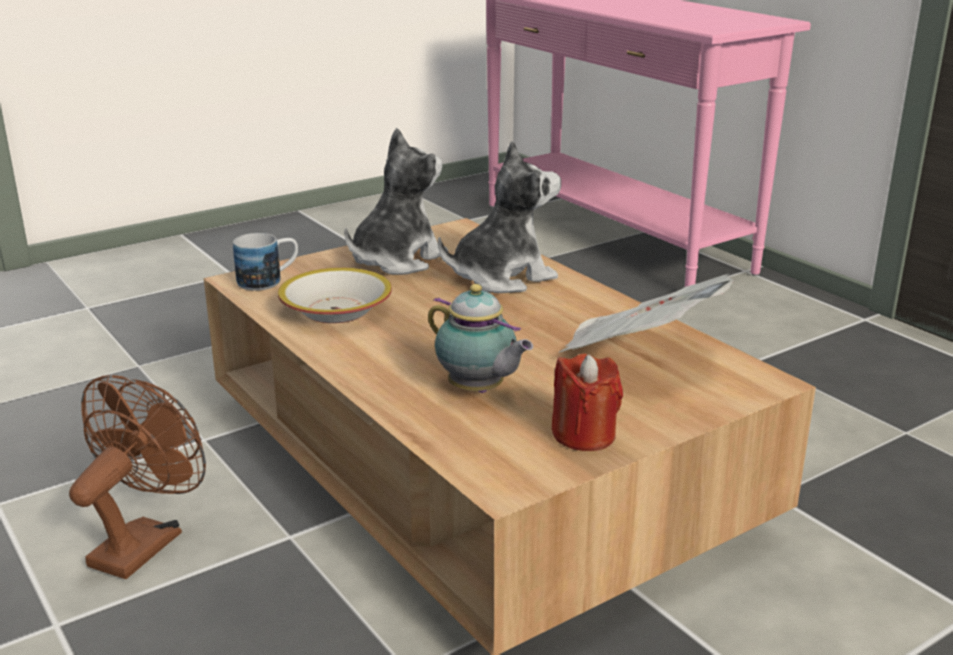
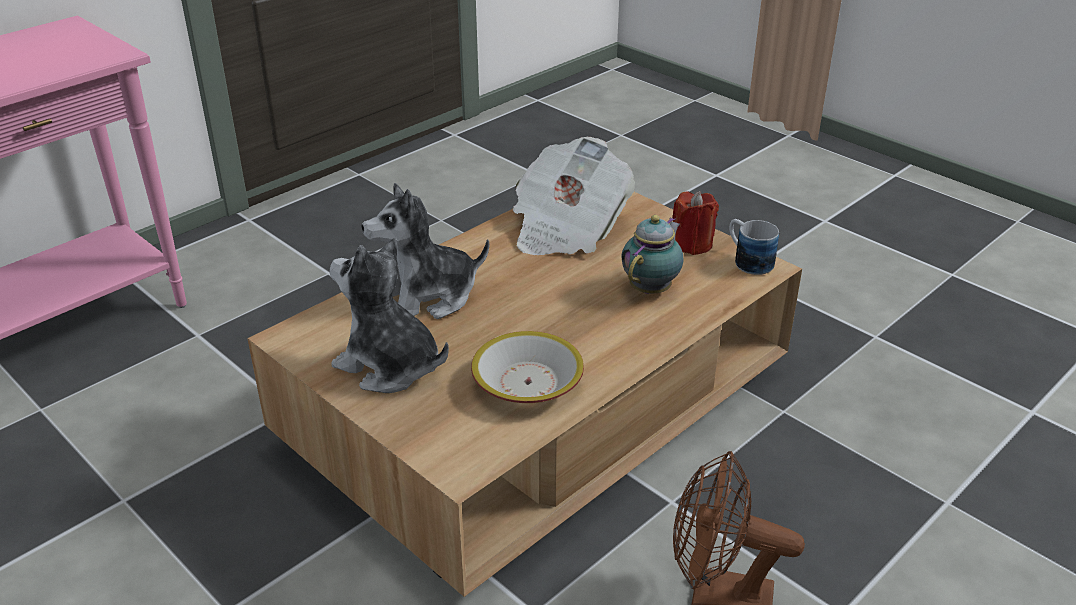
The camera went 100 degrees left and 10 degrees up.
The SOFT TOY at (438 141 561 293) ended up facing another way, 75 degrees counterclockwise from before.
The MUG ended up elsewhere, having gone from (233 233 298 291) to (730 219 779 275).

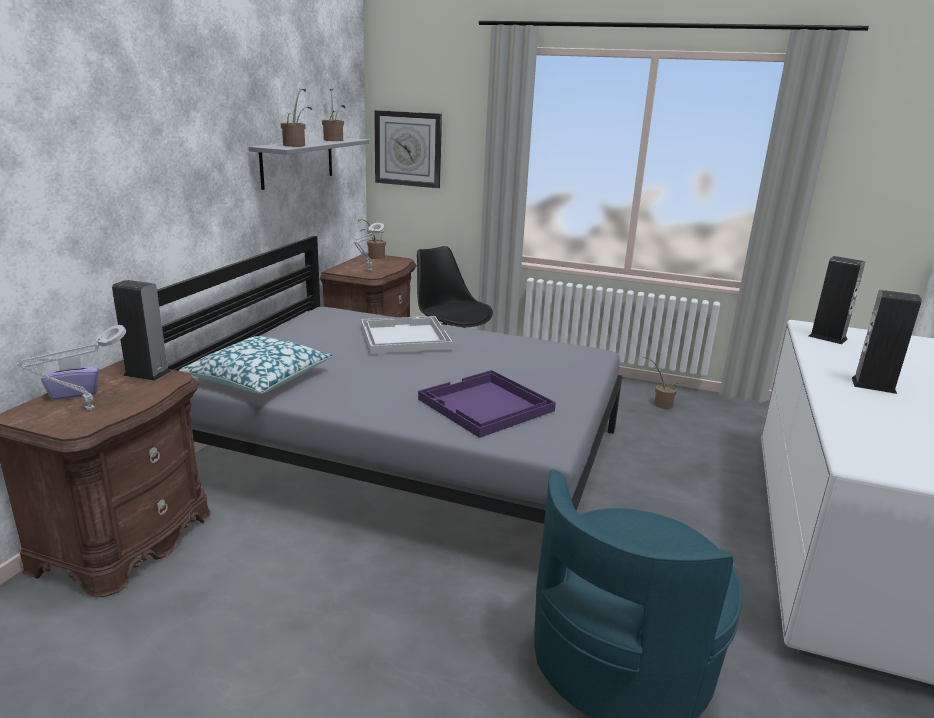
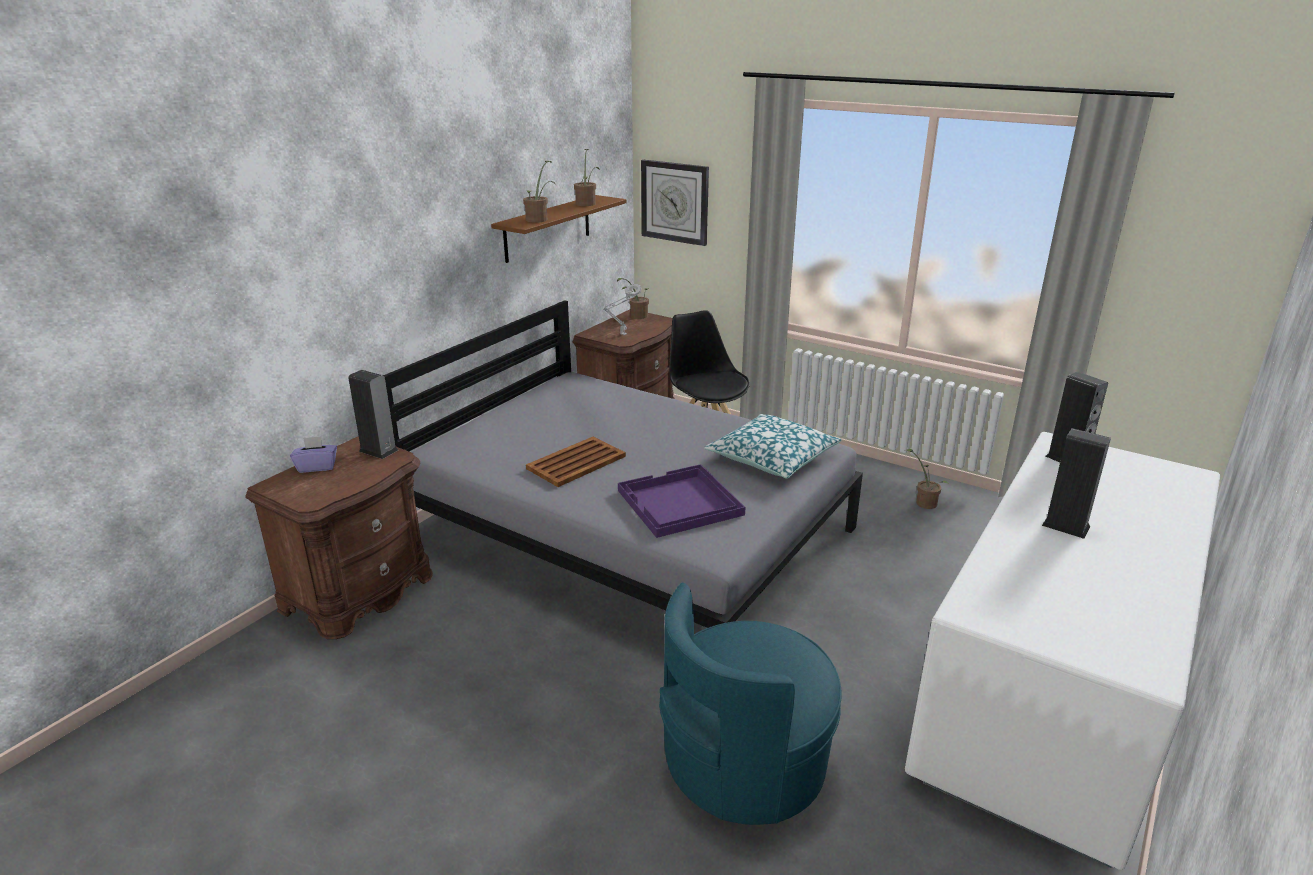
The camera went 15 degrees right and 5 degrees up.
What was the GREY SHELF at (249 138 370 190) turned into the BROWN SHELF at (491 195 627 263).
The second view lost the WHITE-COLOURED CARRYING TRAY at (361 316 452 354).
The second view lost the GREY TABLE LAMP at (18 325 126 410).
The THROW PILLOW ended up elsewhere, having gone from (179 336 333 394) to (704 414 842 479).
The second view gained the BROWN CARRYING TRAY at (526 436 626 487).

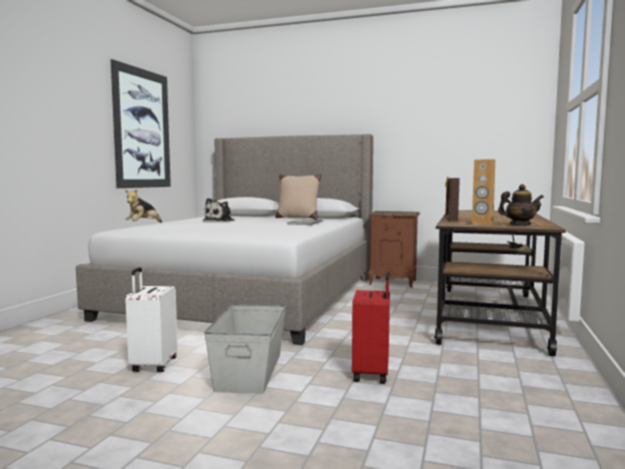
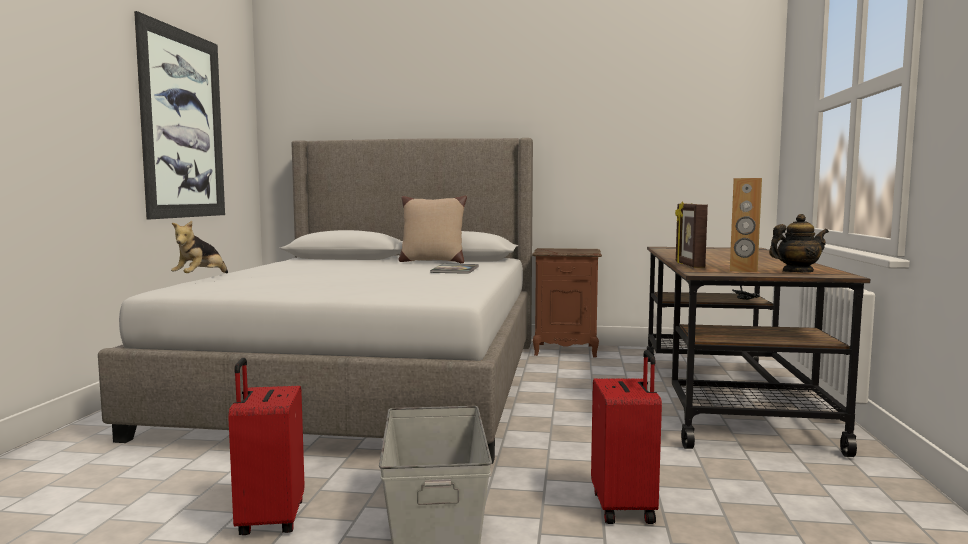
The camera went 10 degrees left and 0 degrees up.
The second view lost the SOFT TOY at (203 198 235 221).
What was the WHITE-COLOURED TRAVEL CASE at (125 267 178 372) turned into the REDDISH TRAVEL CASE at (228 358 305 535).

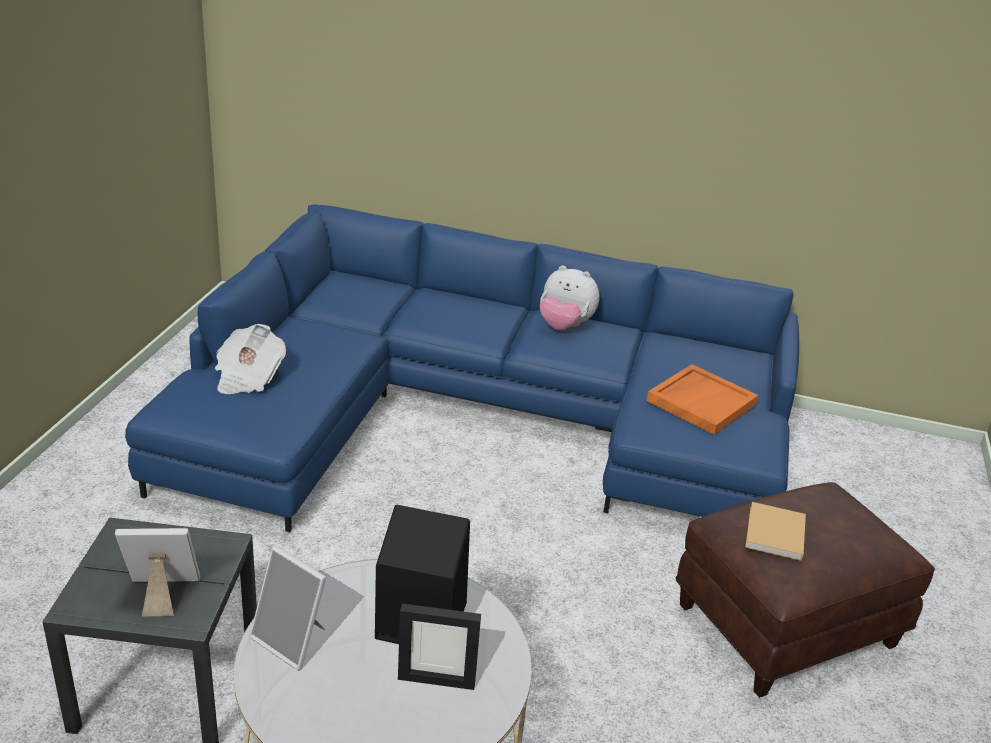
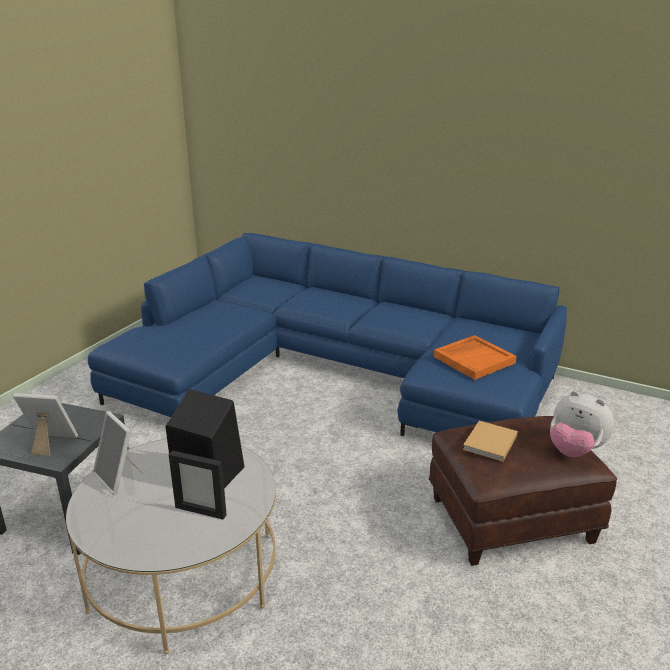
The camera went 15 degrees right and 5 degrees down.
The SOFT TOY ended up elsewhere, having gone from (540 265 599 330) to (550 391 614 457).
The second view lost the NEWSPAPER at (215 324 286 394).

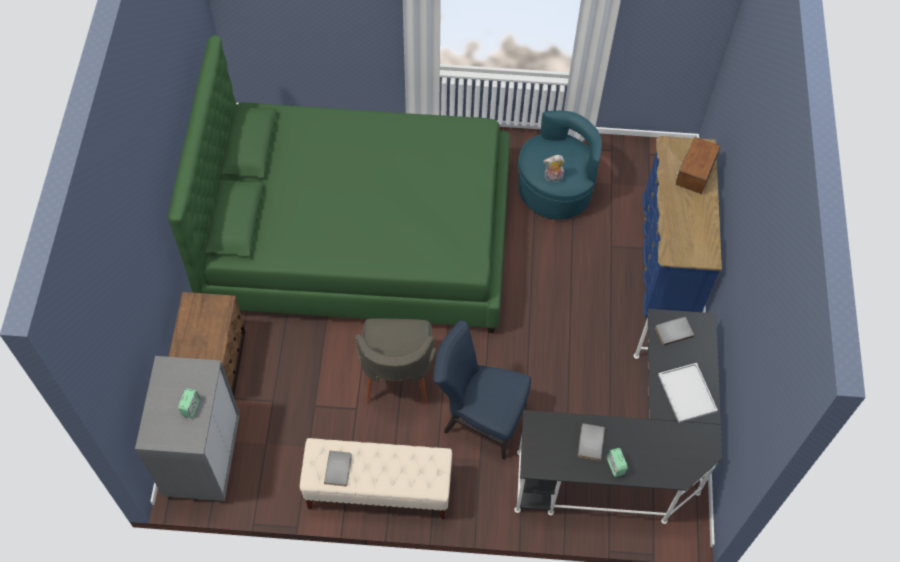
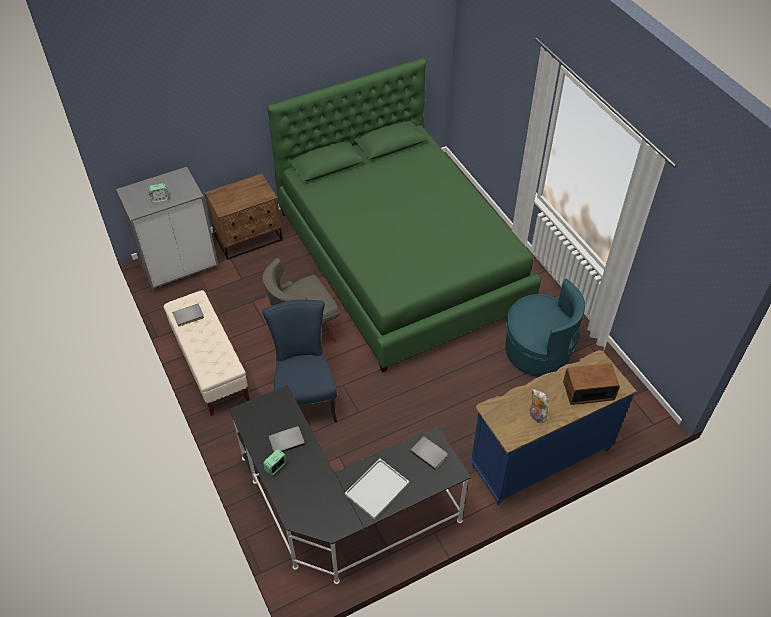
The camera went 60 degrees right and 10 degrees down.
The SOFT TOY ended up elsewhere, having gone from (543 155 565 182) to (530 389 548 423).

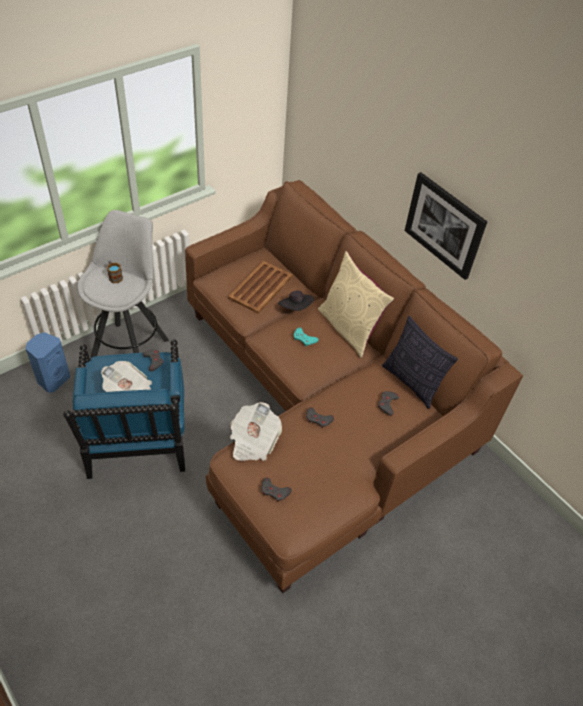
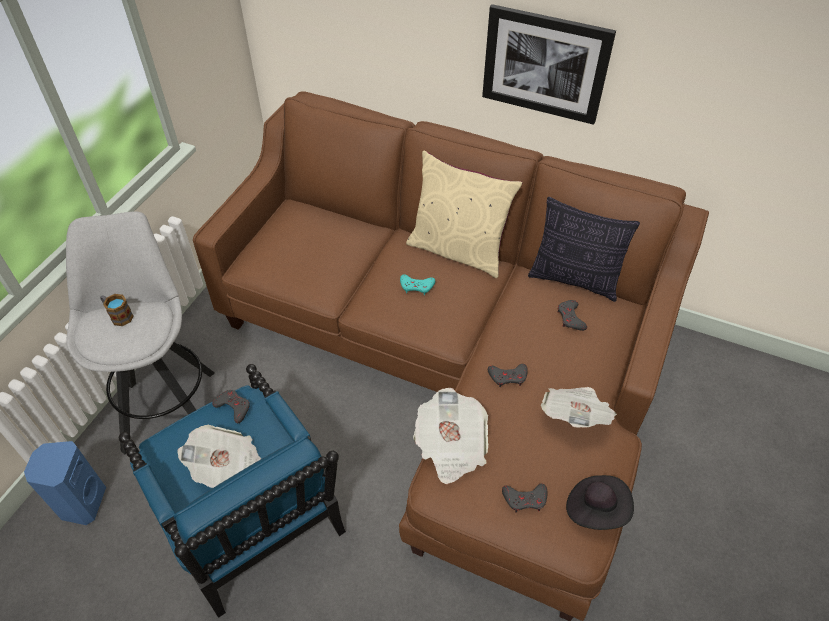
The camera went 25 degrees left and 0 degrees up.
The second view lost the BROWN CARRYING TRAY at (228 261 293 314).
The BLACK HAT ended up elsewhere, having gone from (278 290 314 311) to (566 475 634 530).
The second view gained the NEWSPAPER at (541 387 617 428).

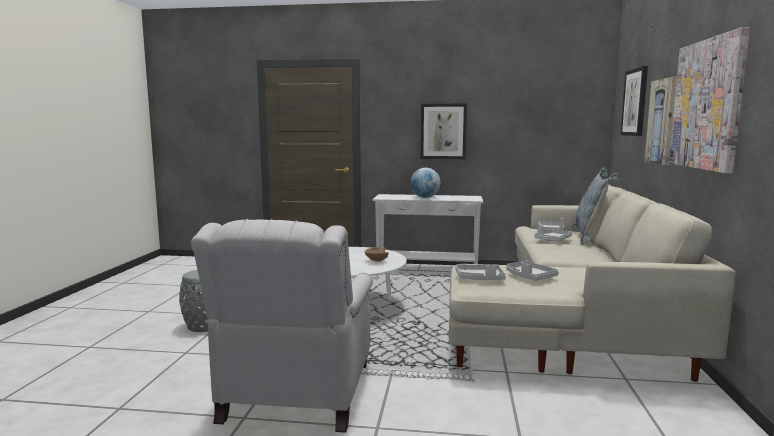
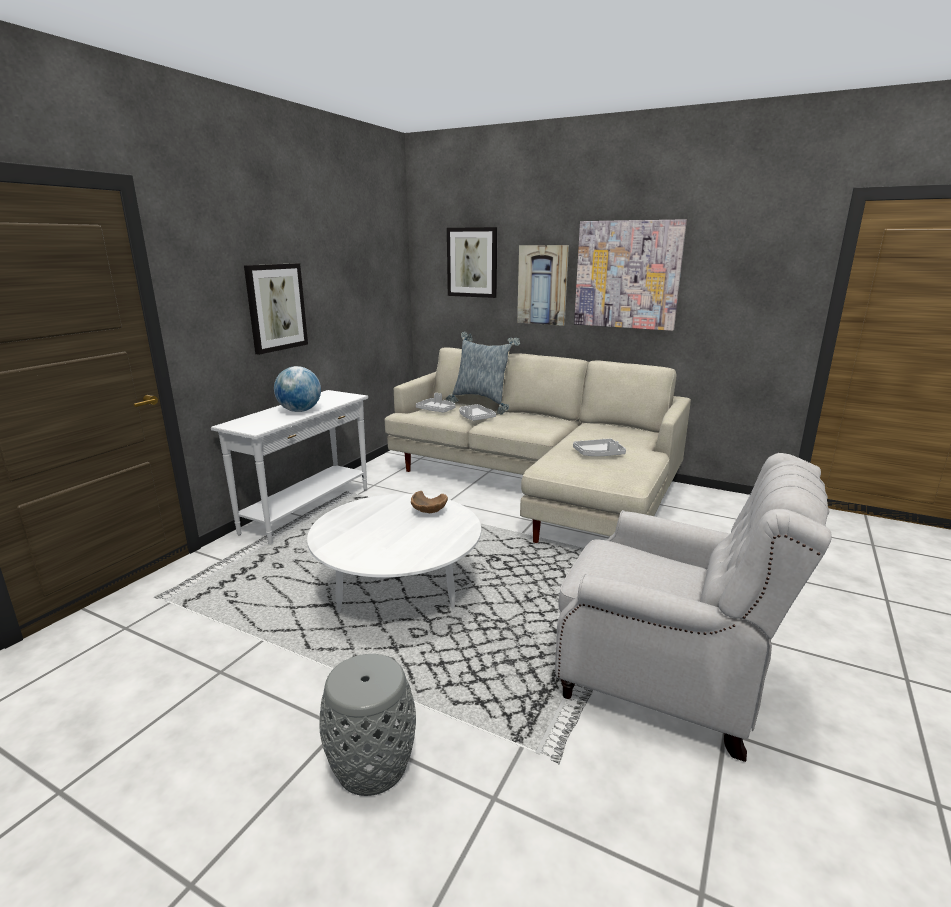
The camera went 70 degrees left and 10 degrees up.
The second view lost the GREY CARRYING TRAY at (456 264 506 280).

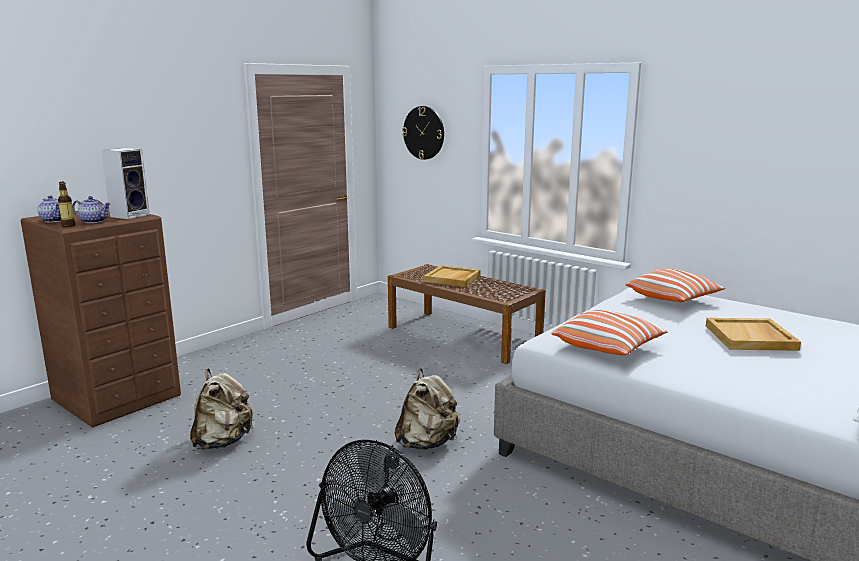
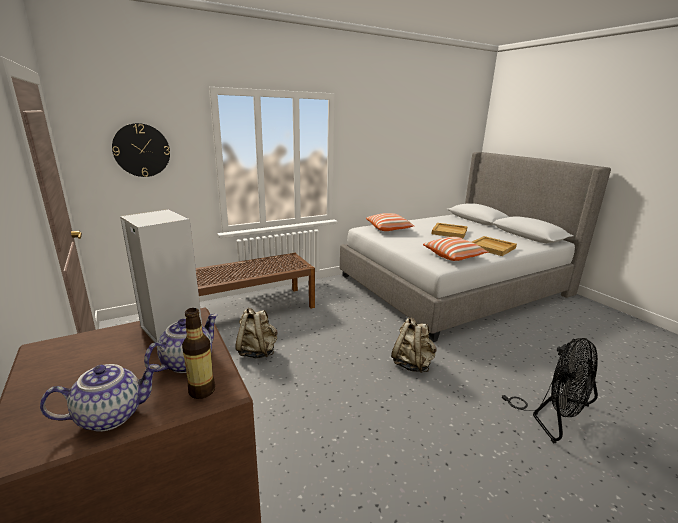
The camera went 70 degrees left and 5 degrees up.
The BEIGE CARRYING TRAY ended up elsewhere, having gone from (424 265 480 287) to (472 236 517 256).
The BEIGE BACKPACK ended up elsewhere, having gone from (190 368 253 450) to (235 307 277 358).

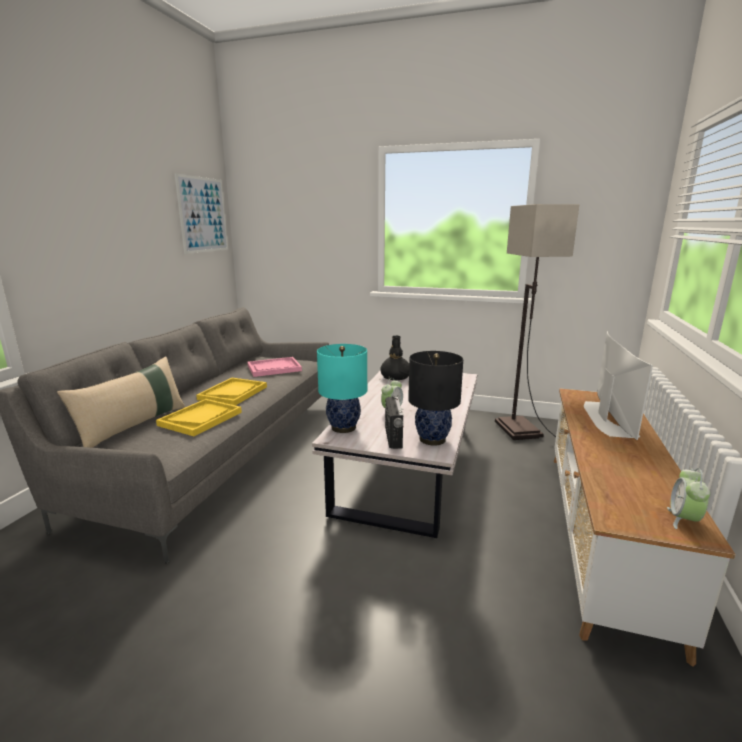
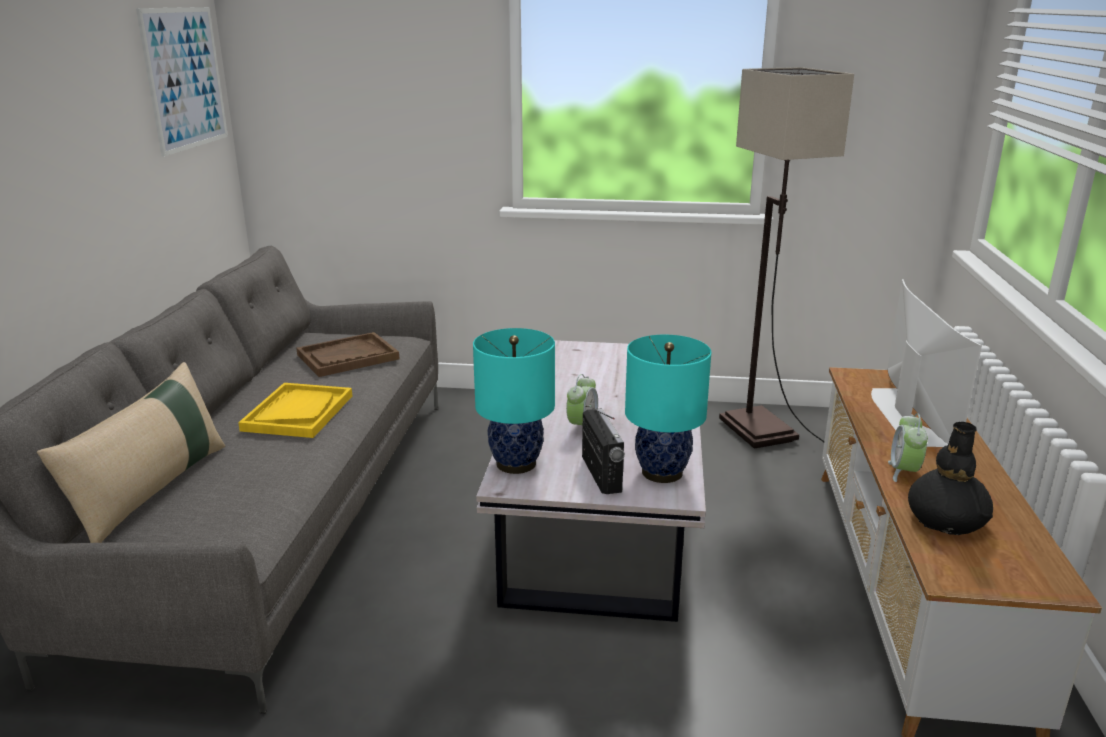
The camera went 10 degrees left and 5 degrees up.
The BLACK FLOWER VASE ended up elsewhere, having gone from (380 336 409 380) to (908 422 993 535).
What was the BLACK TABLE LAMP at (408 351 463 446) turned into the TURQUOISE TABLE LAMP at (625 335 711 483).
What was the PINK CARRYING TRAY at (247 357 302 377) turned into the BROWN CARRYING TRAY at (296 332 399 377).
The second view lost the YELLOWISH CARRYING TRAY at (156 399 242 436).
The TABLE CLOCK ended up elsewhere, having gone from (667 468 710 529) to (888 413 928 482).

